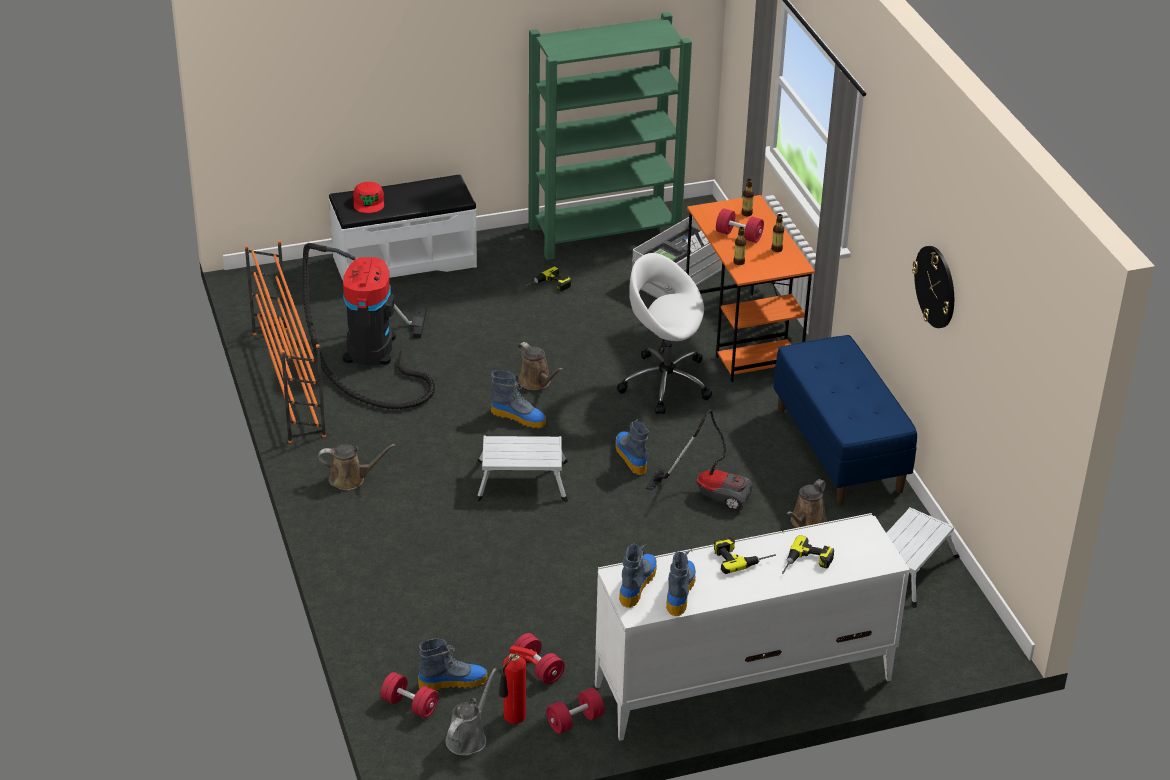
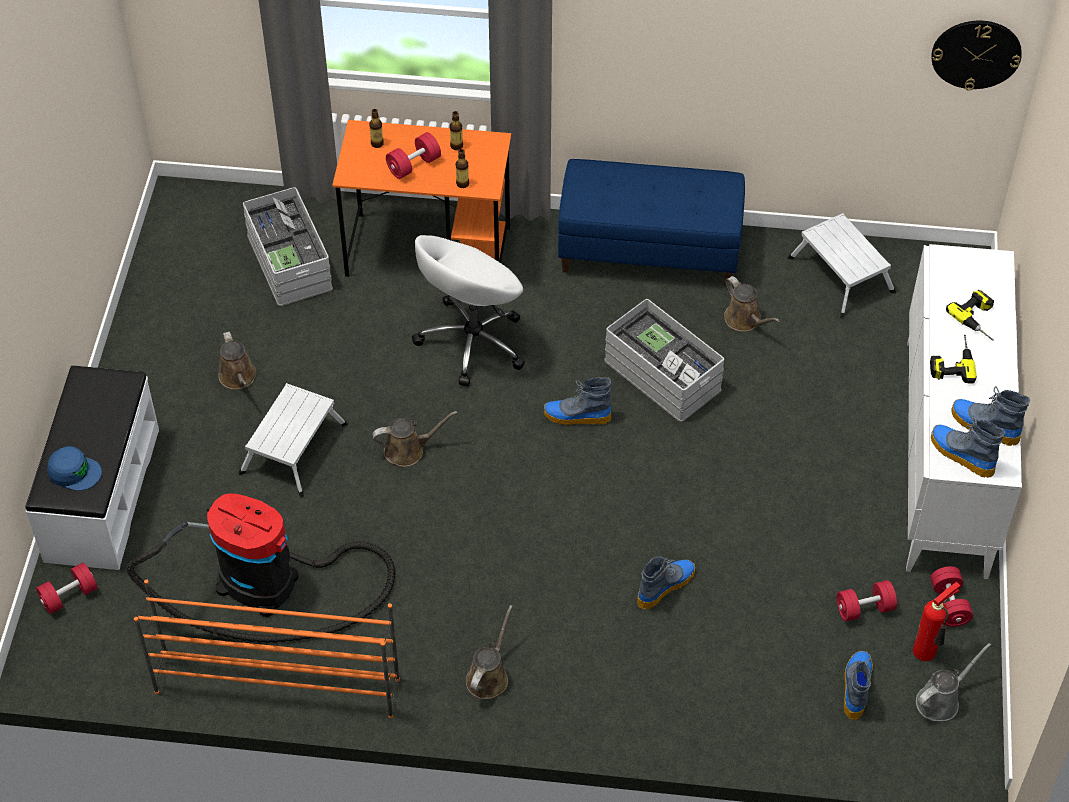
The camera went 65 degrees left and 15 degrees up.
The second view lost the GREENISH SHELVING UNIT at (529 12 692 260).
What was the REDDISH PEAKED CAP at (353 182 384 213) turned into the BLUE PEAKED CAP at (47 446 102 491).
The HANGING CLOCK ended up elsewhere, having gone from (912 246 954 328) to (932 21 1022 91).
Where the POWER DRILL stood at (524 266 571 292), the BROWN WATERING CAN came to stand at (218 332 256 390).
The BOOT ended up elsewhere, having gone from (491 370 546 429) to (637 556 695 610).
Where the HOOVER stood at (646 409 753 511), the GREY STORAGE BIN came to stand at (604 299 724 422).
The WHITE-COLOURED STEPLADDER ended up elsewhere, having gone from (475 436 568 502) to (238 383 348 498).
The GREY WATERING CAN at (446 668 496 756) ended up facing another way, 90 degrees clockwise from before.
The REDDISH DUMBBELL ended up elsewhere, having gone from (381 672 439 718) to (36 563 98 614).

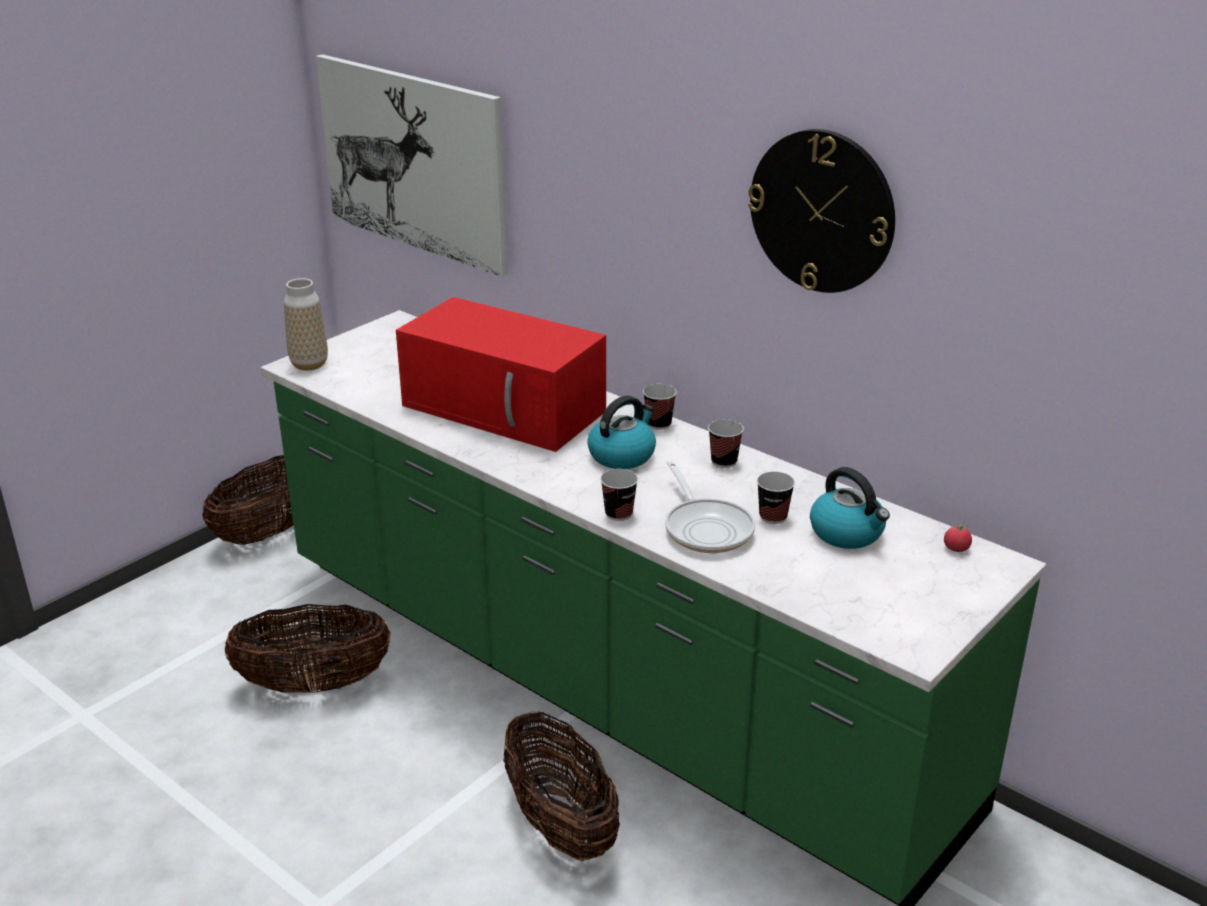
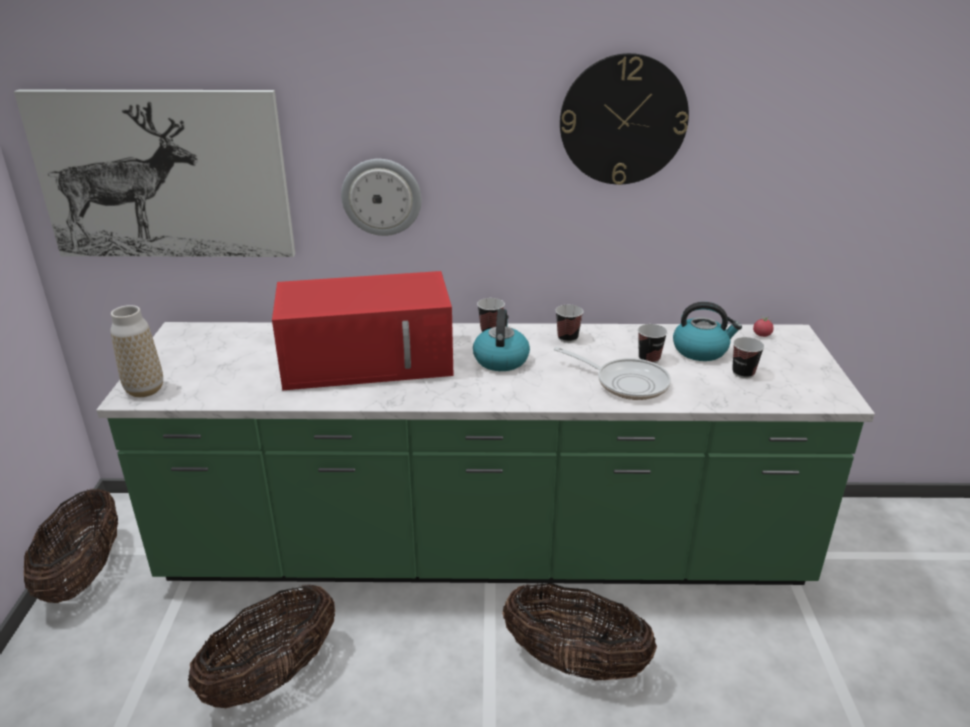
The camera went 40 degrees left and 0 degrees up.
The CUP ended up elsewhere, having gone from (600 469 638 521) to (732 337 765 379).
The second view gained the HANGING CLOCK at (341 159 421 236).

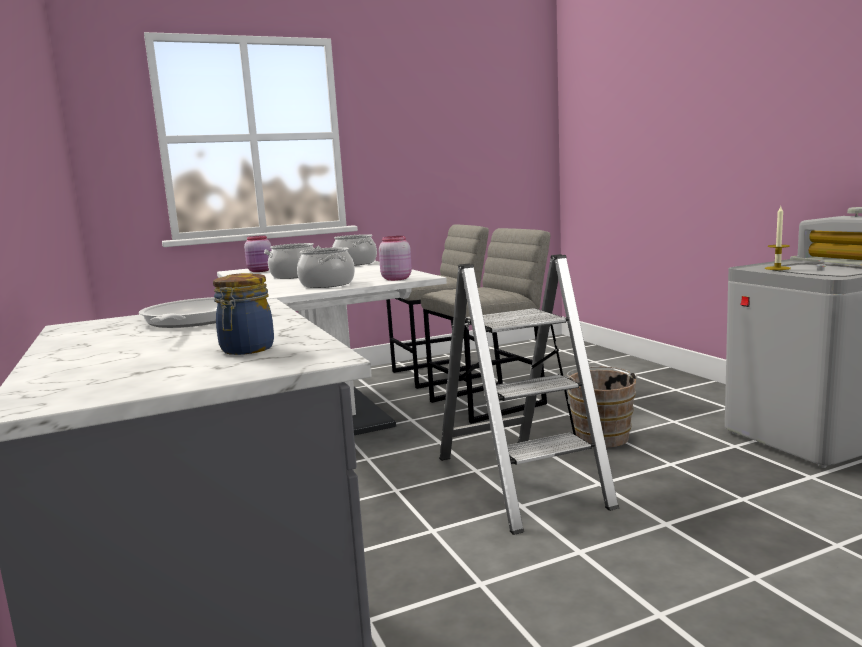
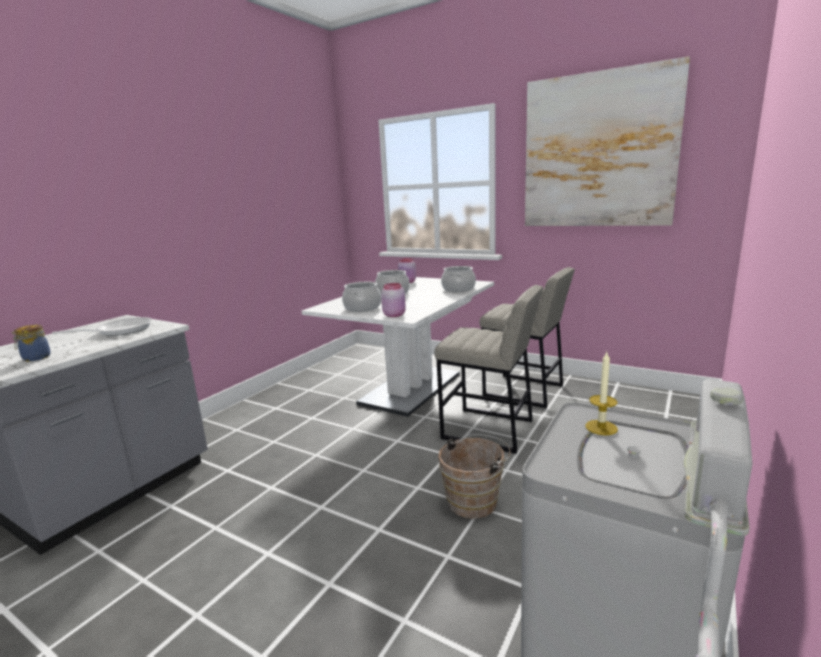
The camera went 55 degrees right and 5 degrees up.
The second view lost the GREY STEPLADDER at (439 254 619 535).
The second view gained the PICTURE at (525 56 690 226).

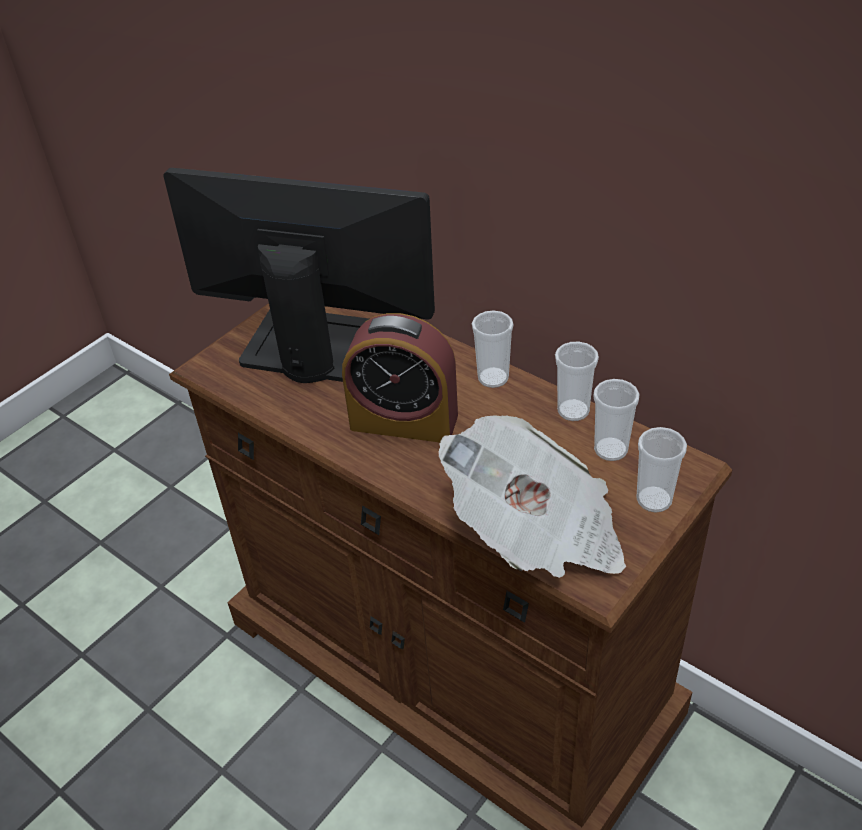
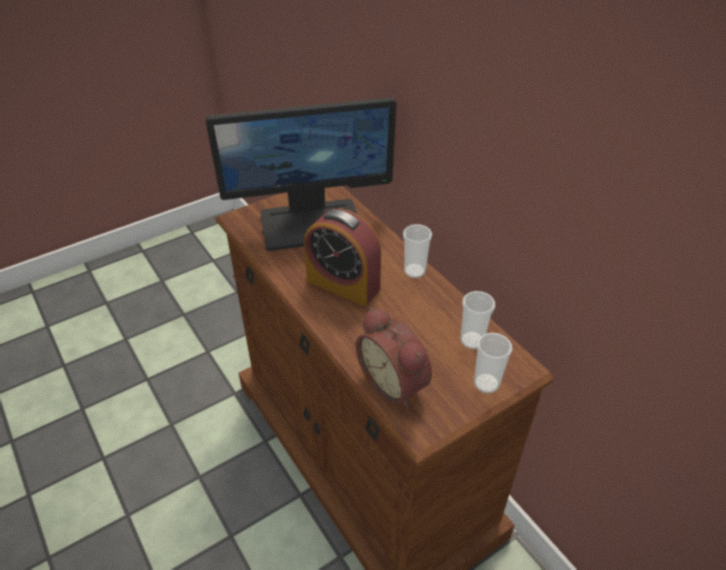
The camera went 15 degrees right and 0 degrees up.
The COMPUTER DISPLAY at (163 168 435 383) ended up facing another way, 135 degrees clockwise from before.
The second view lost the CUP at (555 342 599 421).
Where the NEWSPAPER stood at (439 415 626 578), the TABLE CLOCK came to stand at (356 307 432 407).

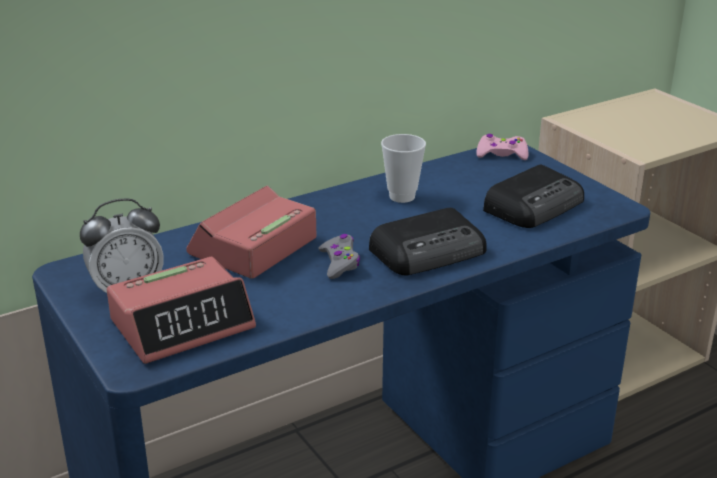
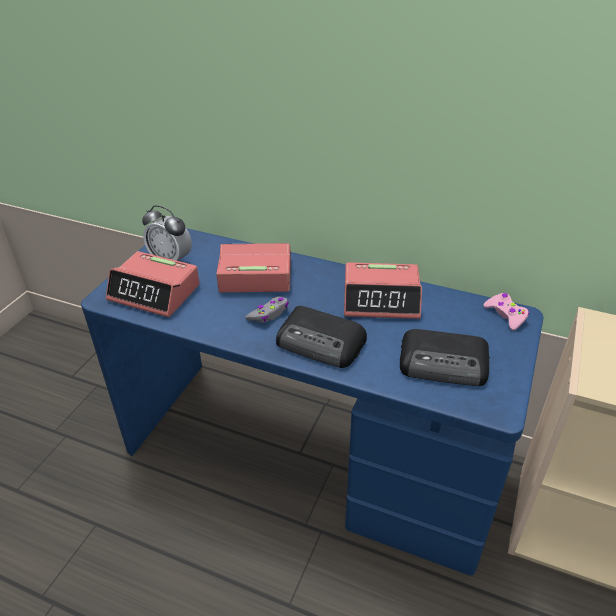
The camera went 55 degrees right and 10 degrees up.
Where the CUP stood at (381 134 426 203), the TABLE CLOCK came to stand at (344 262 422 319).

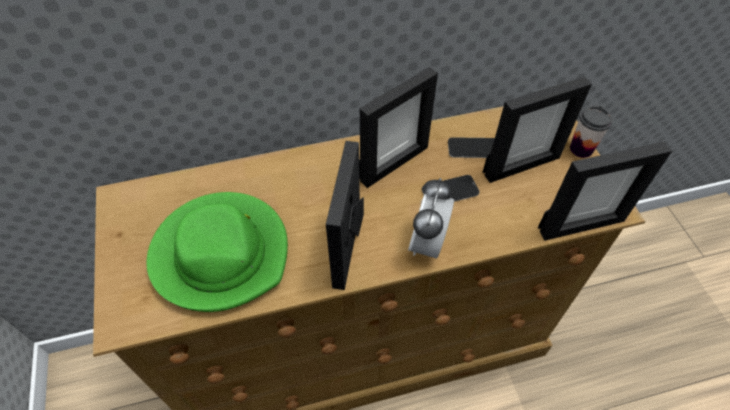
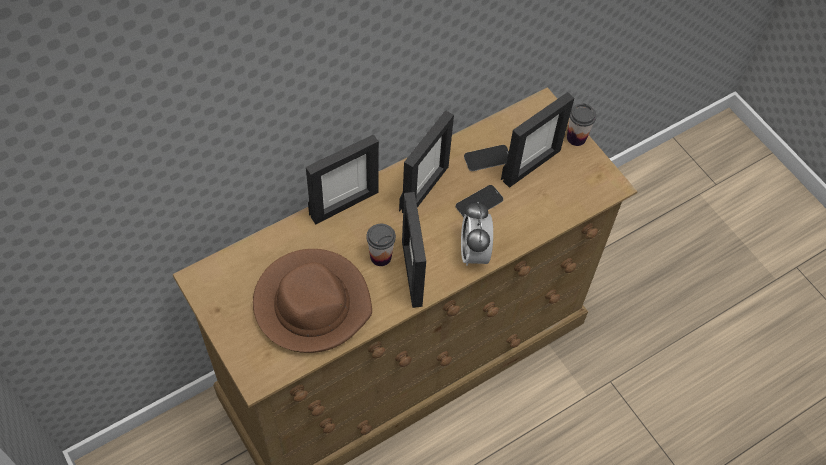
The camera went 20 degrees left and 5 degrees up.
The PHOTO FRAME ended up elsewhere, having gone from (538 142 672 241) to (306 134 379 224).
What was the GREENISH HAT at (146 192 288 312) turned into the BROWN HAT at (253 249 372 353).
The second view gained the CUP at (366 224 396 266).

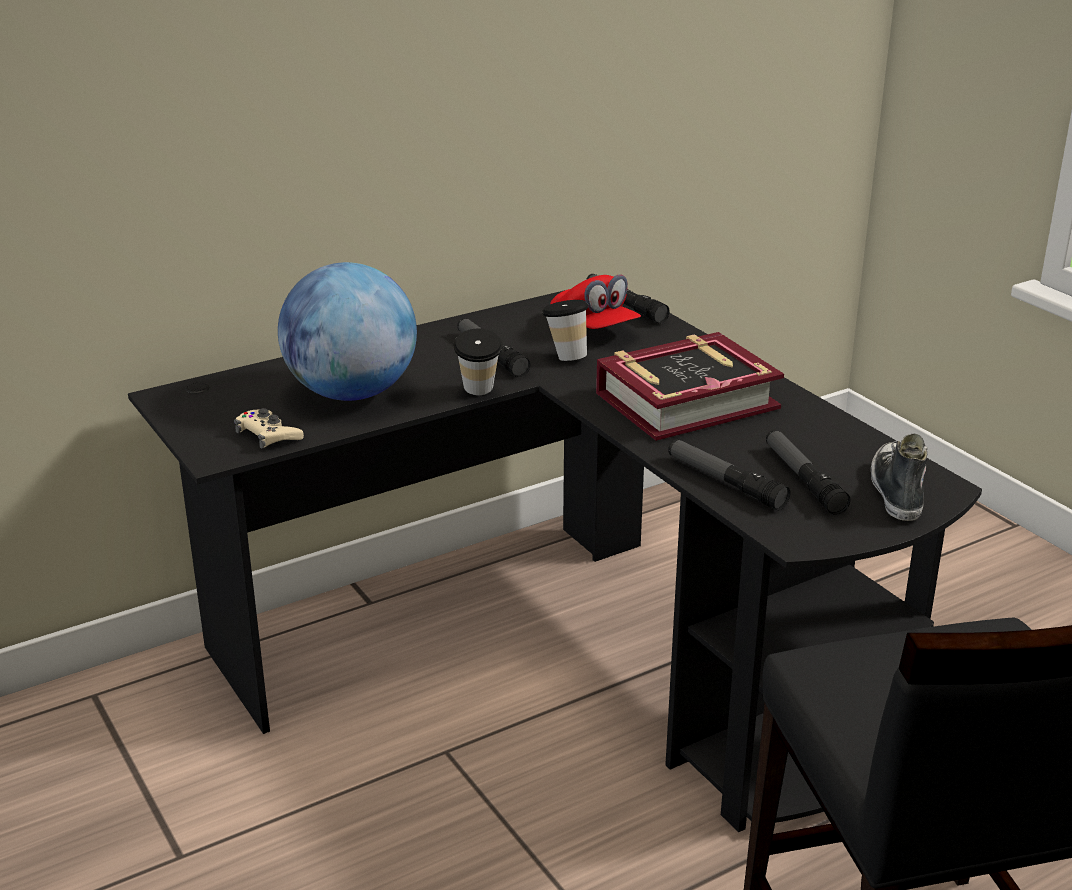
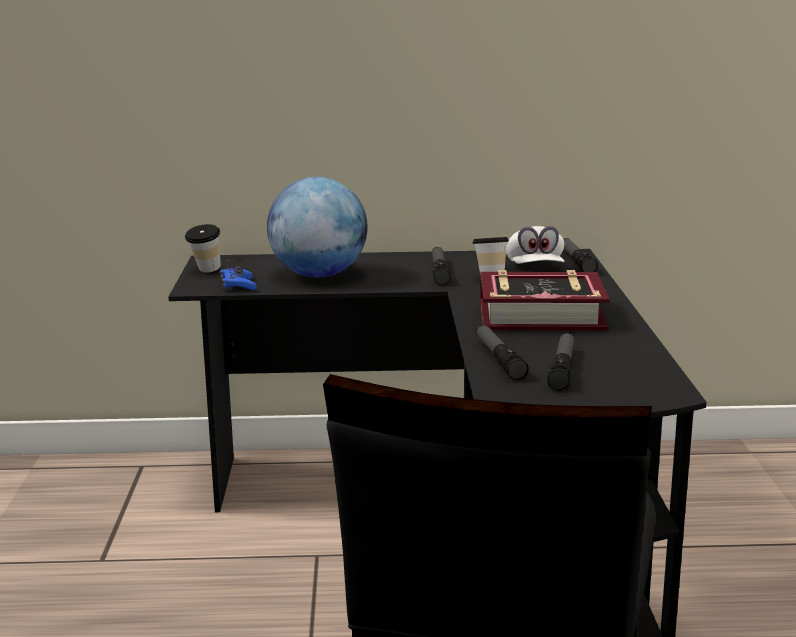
The camera went 30 degrees right and 10 degrees down.
What was the REDDISH PEAKED CAP at (550 275 641 329) turned into the WHITE-COLOURED PEAKED CAP at (506 226 564 264).
The CUP ended up elsewhere, having gone from (453 329 503 395) to (185 224 221 273).
What was the BEIGE GAME CONTROLLER at (234 408 304 449) turned into the BLUE GAME CONTROLLER at (220 266 257 290).
The second view lost the LOW SHOE at (871 434 927 521).

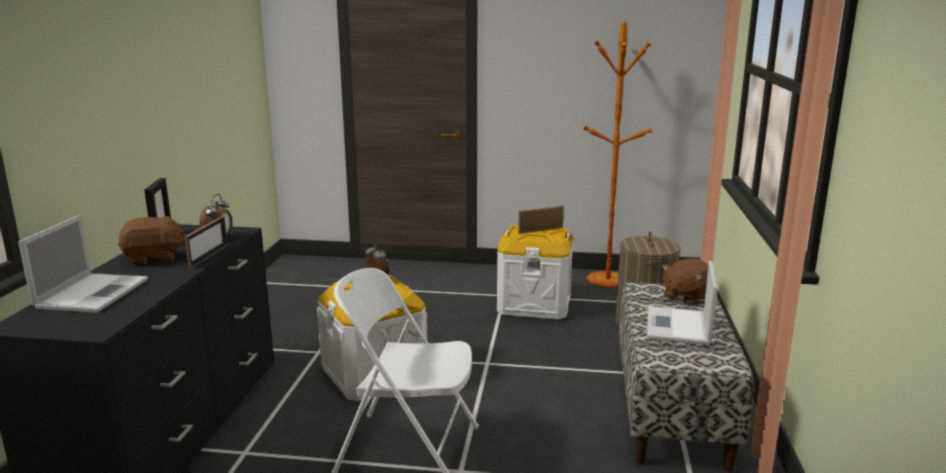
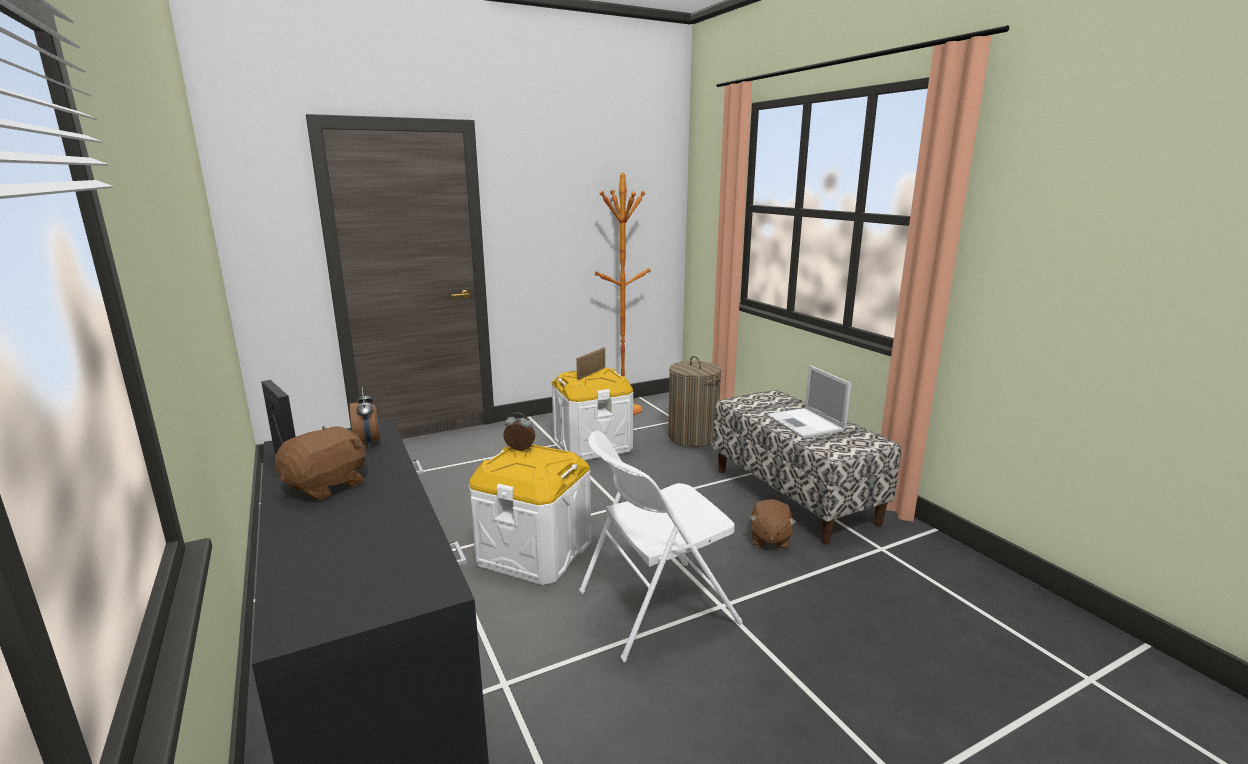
The camera went 35 degrees left and 0 degrees up.
The second view lost the LAPTOP at (18 215 148 313).
The second view lost the PHOTO FRAME at (185 216 228 269).
The BROWN SOFT TOY ended up elsewhere, having gone from (662 258 708 306) to (750 499 796 550).

